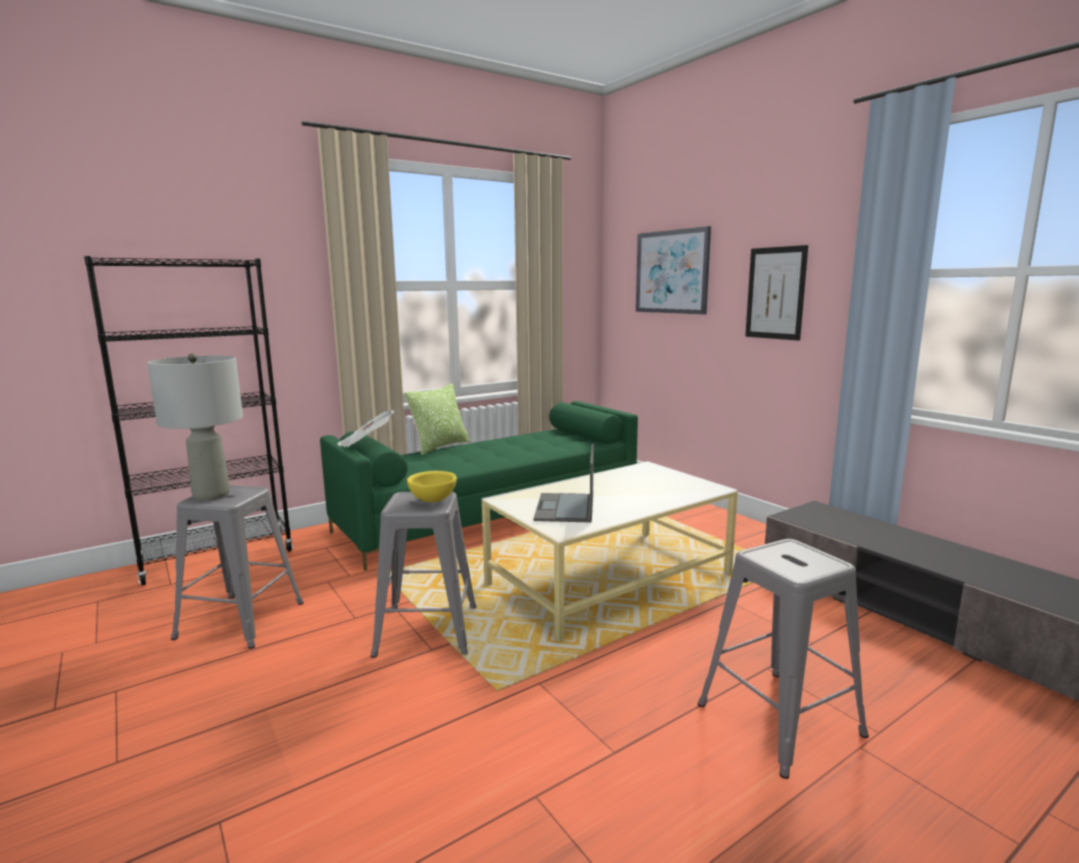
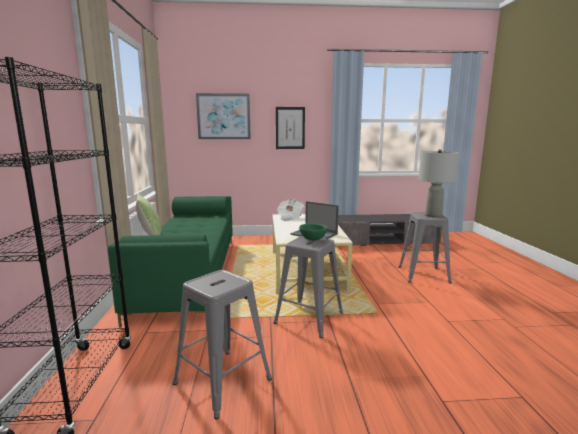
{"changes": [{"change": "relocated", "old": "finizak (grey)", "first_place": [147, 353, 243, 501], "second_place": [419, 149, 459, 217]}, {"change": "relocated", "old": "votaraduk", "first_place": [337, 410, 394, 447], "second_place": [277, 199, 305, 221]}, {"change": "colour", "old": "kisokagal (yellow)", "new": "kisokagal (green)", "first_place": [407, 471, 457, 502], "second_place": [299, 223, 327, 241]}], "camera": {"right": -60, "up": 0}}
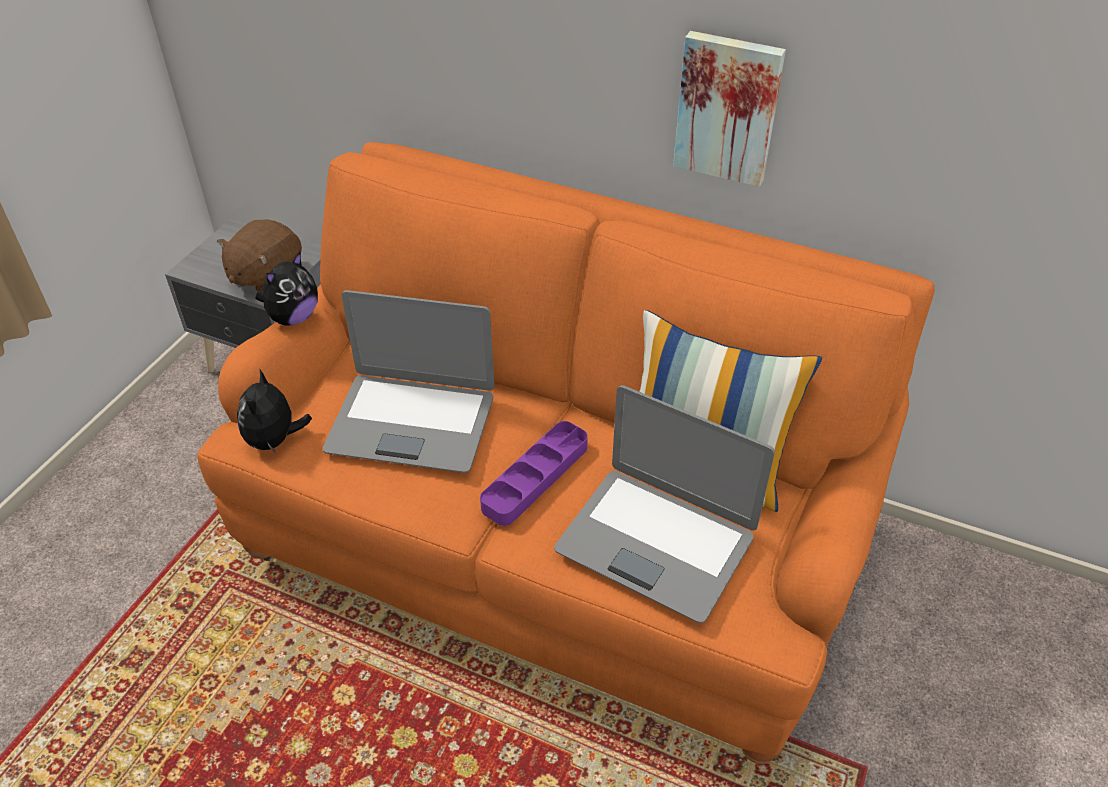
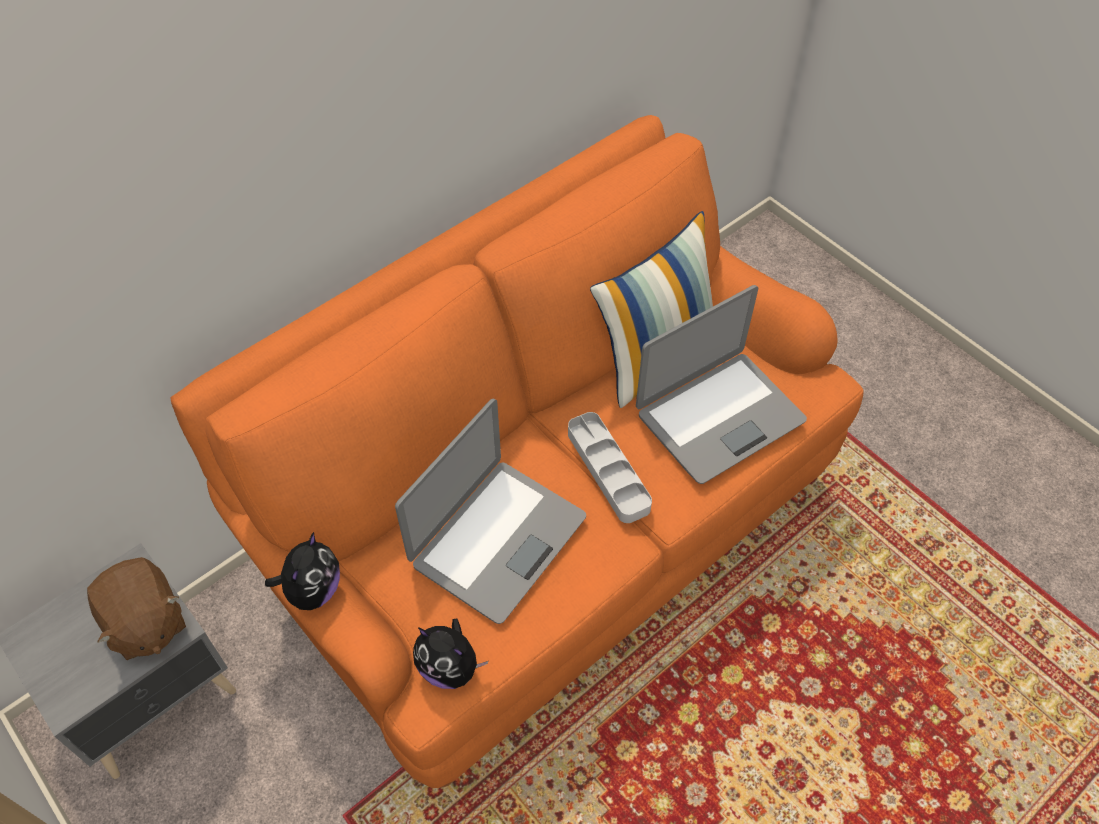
{"changes": [{"change": "spun", "old": "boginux", "first_place": [255, 252, 318, 325], "second_place": [265, 532, 340, 610], "degrees": 45}, {"change": "colour", "old": "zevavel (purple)", "new": "zevavel (grey)", "first_place": [480, 421, 588, 526], "second_place": [568, 412, 652, 523]}, {"change": "missing", "old": "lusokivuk", "first_place": [673, 31, 786, 187]}], "camera": {"right": -65, "up": 10}}
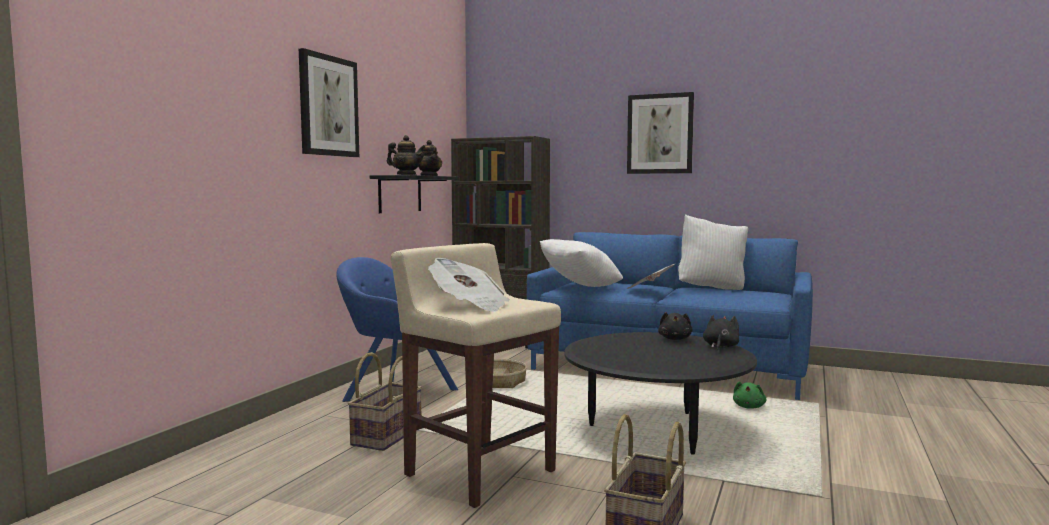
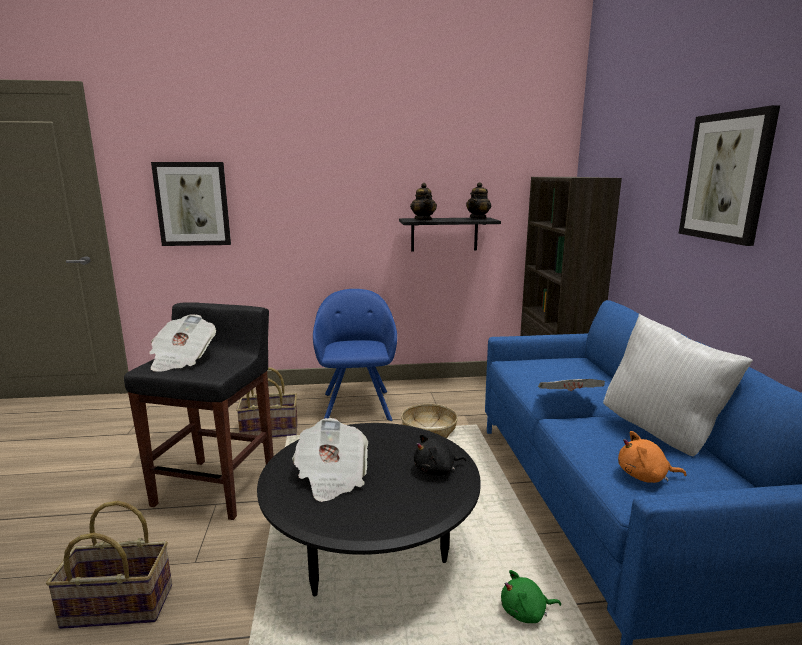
{"changes": [{"change": "relocated", "old": "lusokivuk", "first_place": [299, 48, 359, 157], "second_place": [151, 162, 231, 246]}, {"change": "colour", "old": "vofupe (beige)", "new": "vofupe (black)", "first_place": [391, 243, 561, 508], "second_place": [124, 302, 274, 520]}, {"change": "missing", "old": "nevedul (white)", "first_place": [540, 239, 623, 287]}, {"change": "missing", "old": "boginux (black)", "first_place": [703, 315, 739, 350]}, {"change": "appeared", "new": "votaraduk", "second_place": [292, 418, 368, 502]}, {"change": "appeared", "new": "boginux (orange)", "second_place": [618, 431, 687, 483]}], "camera": {"right": 60, "up": 10}}
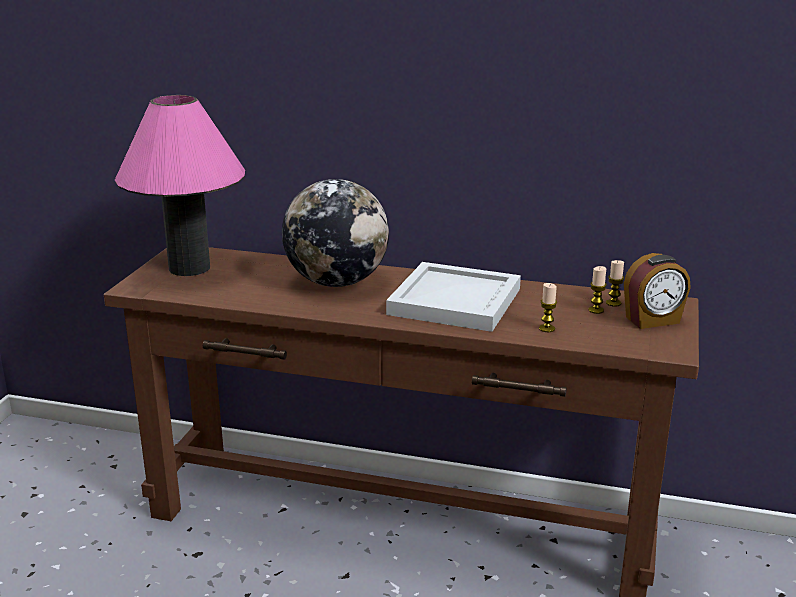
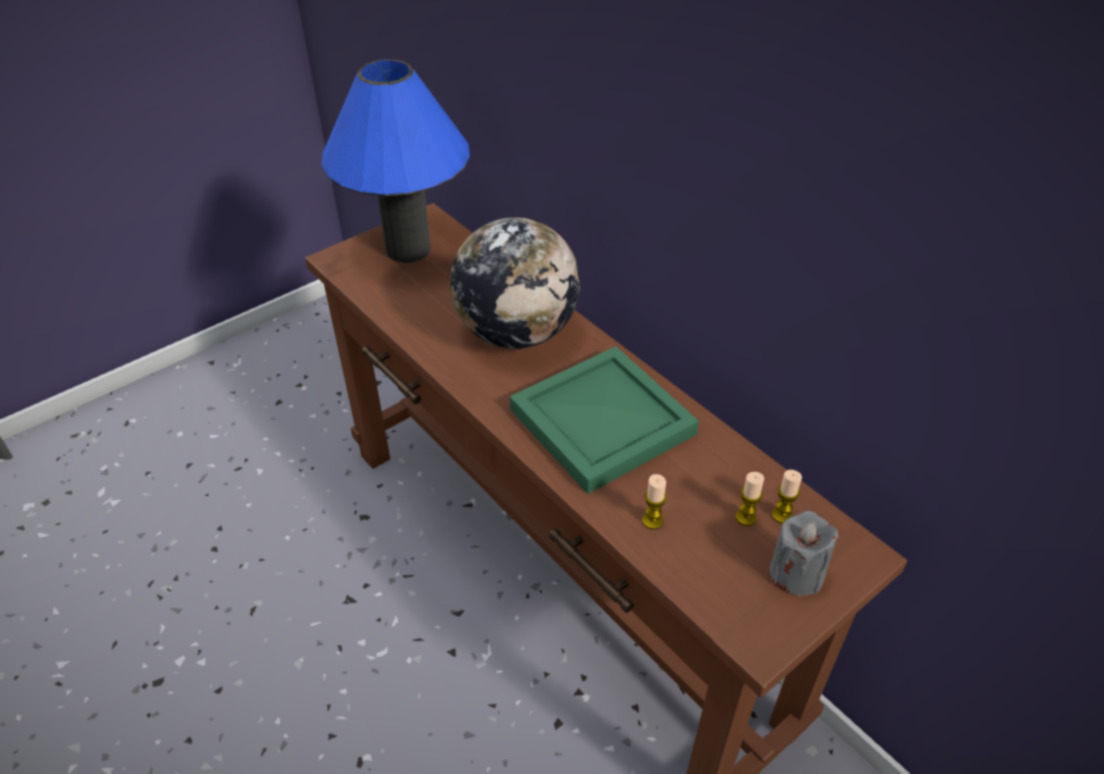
{"changes": [{"change": "colour", "old": "finizak (pink)", "new": "finizak (blue)", "first_place": [115, 95, 245, 276], "second_place": [322, 59, 470, 263]}, {"change": "colour", "old": "zevavel (white)", "new": "zevavel (green)", "first_place": [386, 262, 521, 332], "second_place": [510, 346, 699, 494]}, {"change": "exchanged", "old": "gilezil", "new": "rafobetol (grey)", "first_place": [624, 253, 691, 329], "second_place": [770, 511, 839, 596]}], "camera": {"right": 35, "up": 20}}
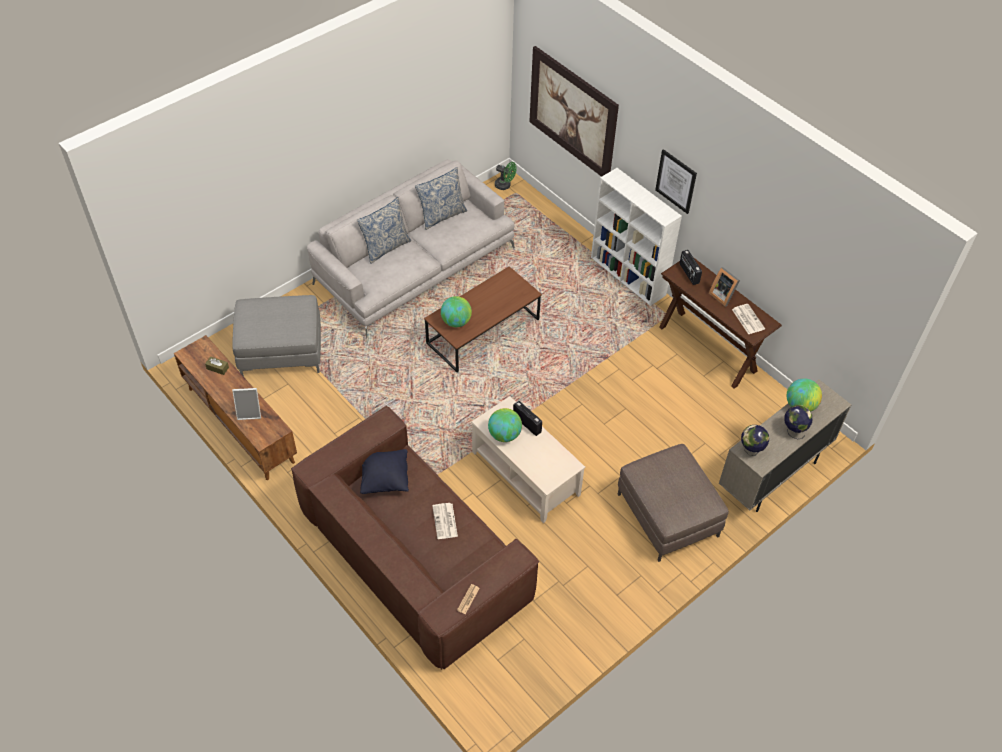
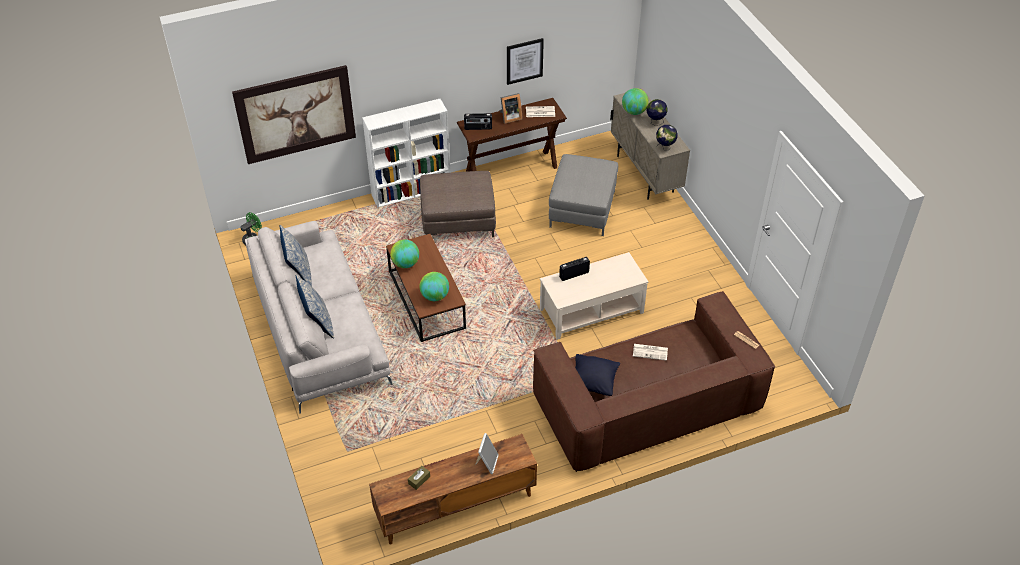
{"changes": [{"change": "relocated", "old": "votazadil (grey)", "first_place": [232, 295, 321, 377], "second_place": [549, 154, 618, 236]}, {"change": "relocated", "old": "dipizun", "first_place": [488, 408, 522, 442], "second_place": [390, 239, 419, 268]}, {"change": "relocated", "old": "votazadil (brown)", "first_place": [618, 444, 729, 562], "second_place": [420, 171, 496, 237]}, {"change": "relocated", "old": "lusokivuk", "first_place": [655, 149, 697, 214], "second_place": [507, 38, 544, 85]}], "camera": {"right": -70, "up": -5}}
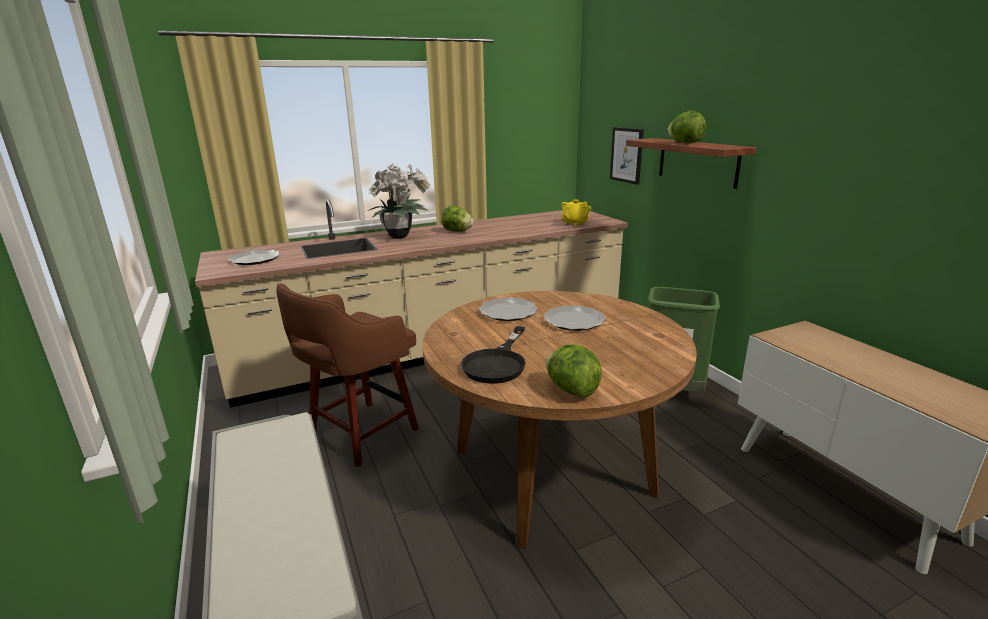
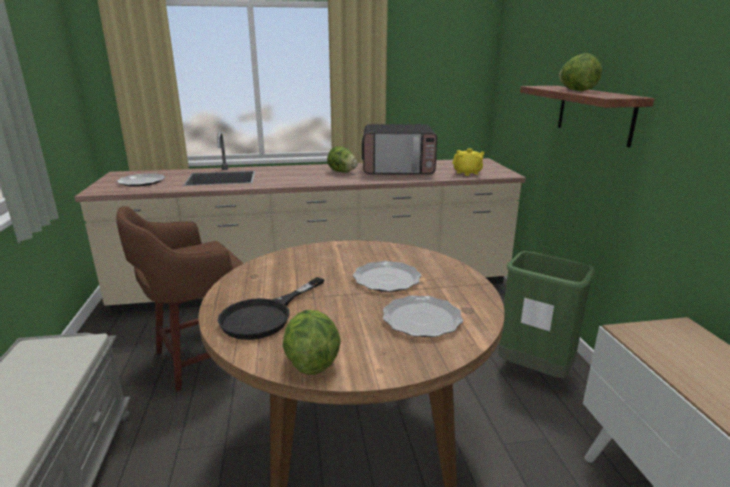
{"changes": [{"change": "missing", "old": "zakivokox", "first_place": [368, 164, 430, 239]}, {"change": "relocated", "old": "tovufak", "first_place": [479, 297, 538, 321], "second_place": [383, 296, 463, 337]}, {"change": "missing", "old": "lusokivuk", "first_place": [610, 127, 644, 185]}, {"change": "appeared", "new": "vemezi", "second_place": [362, 124, 437, 174]}], "camera": {"right": 15, "up": 0}}
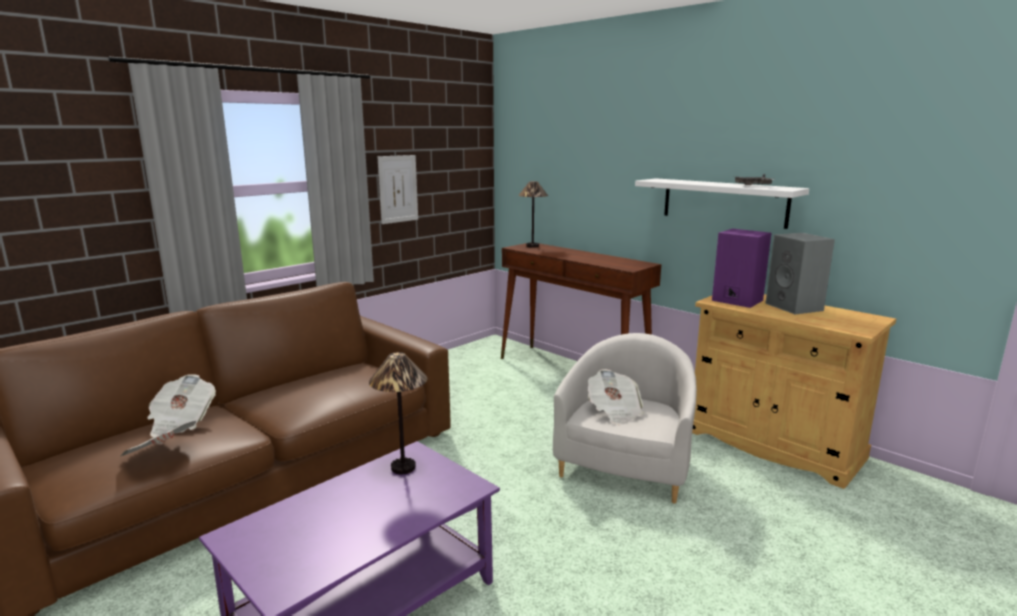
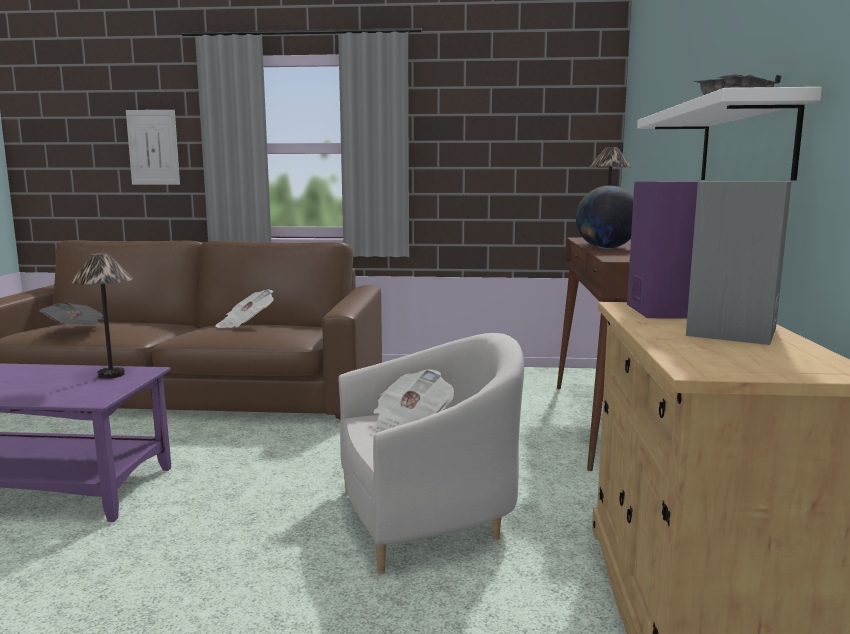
{"changes": [{"change": "relocated", "old": "votaraduk", "first_place": [147, 374, 216, 437], "second_place": [216, 289, 274, 328]}, {"change": "relocated", "old": "lusokivuk", "first_place": [377, 155, 418, 224], "second_place": [126, 110, 180, 185]}, {"change": "appeared", "new": "dipizun", "second_place": [576, 186, 634, 249]}], "camera": {"right": 50, "up": -5}}
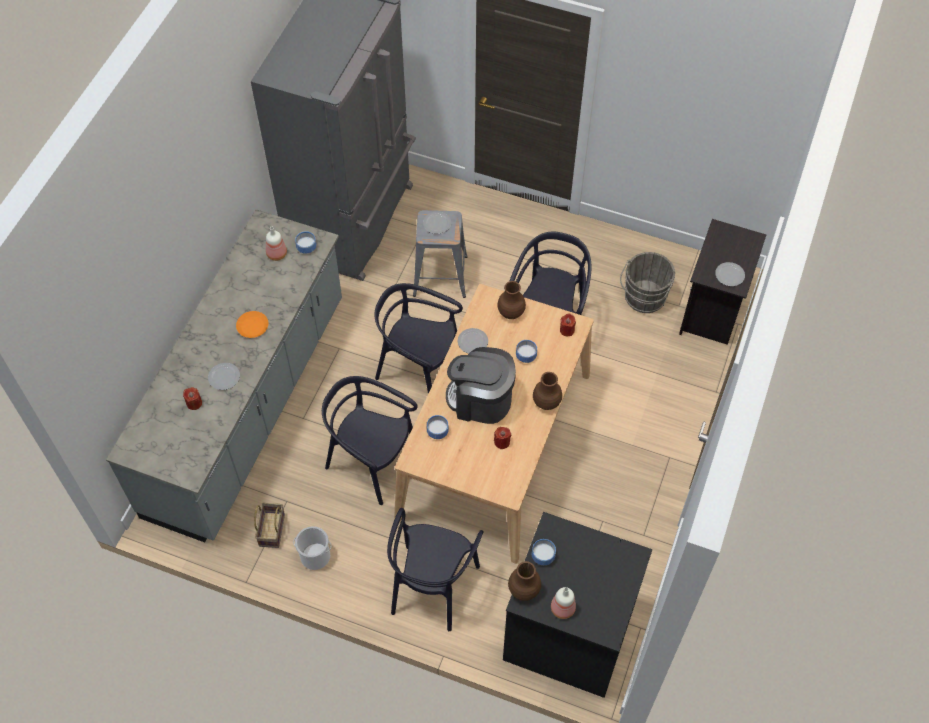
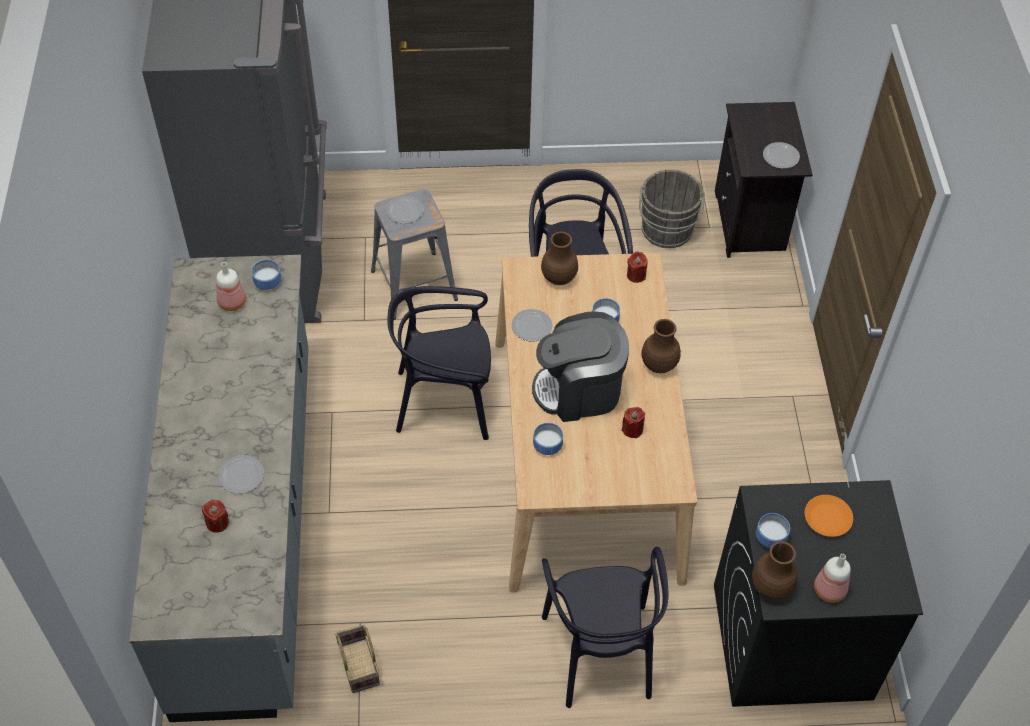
{"changes": [{"change": "relocated", "old": "tovufak (orange)", "first_place": [236, 311, 268, 338], "second_place": [805, 495, 853, 537]}, {"change": "missing", "old": "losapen", "first_place": [293, 526, 331, 570]}, {"change": "missing", "old": "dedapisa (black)", "first_place": [322, 376, 418, 505]}], "camera": {"right": -25, "up": -5}}
